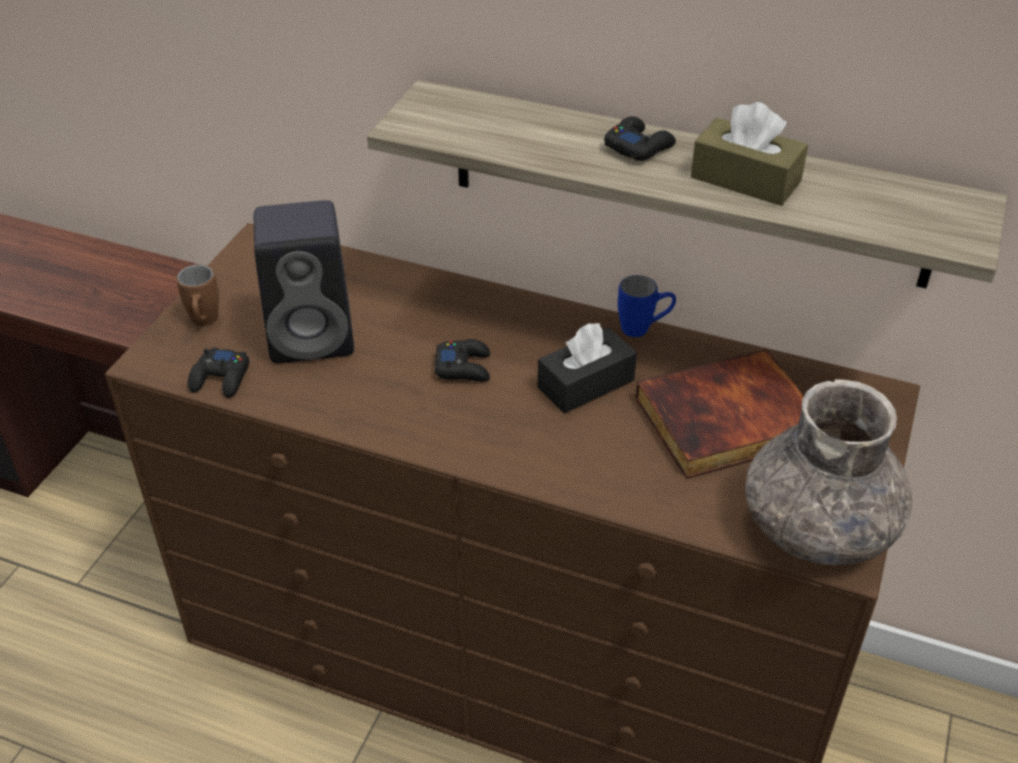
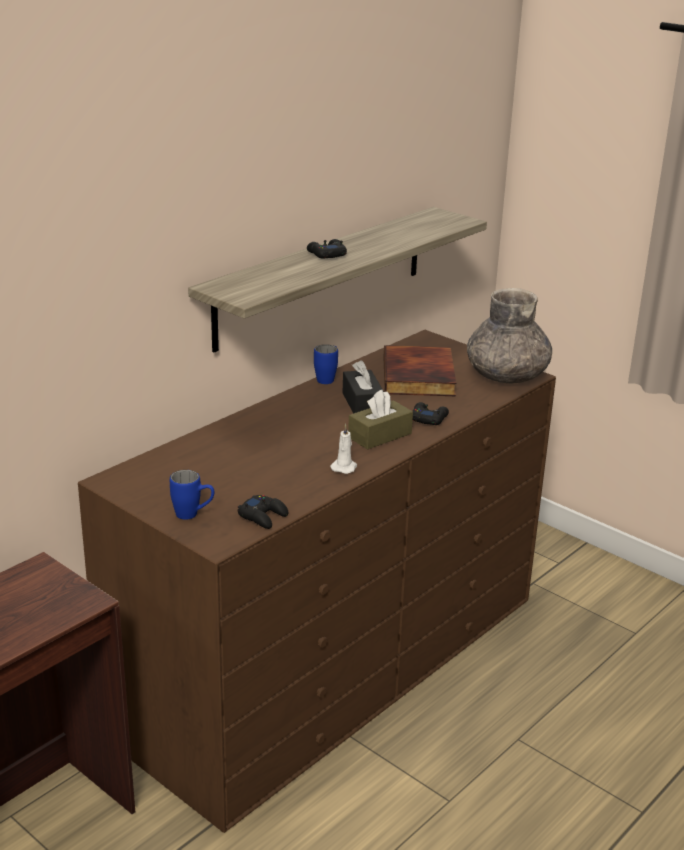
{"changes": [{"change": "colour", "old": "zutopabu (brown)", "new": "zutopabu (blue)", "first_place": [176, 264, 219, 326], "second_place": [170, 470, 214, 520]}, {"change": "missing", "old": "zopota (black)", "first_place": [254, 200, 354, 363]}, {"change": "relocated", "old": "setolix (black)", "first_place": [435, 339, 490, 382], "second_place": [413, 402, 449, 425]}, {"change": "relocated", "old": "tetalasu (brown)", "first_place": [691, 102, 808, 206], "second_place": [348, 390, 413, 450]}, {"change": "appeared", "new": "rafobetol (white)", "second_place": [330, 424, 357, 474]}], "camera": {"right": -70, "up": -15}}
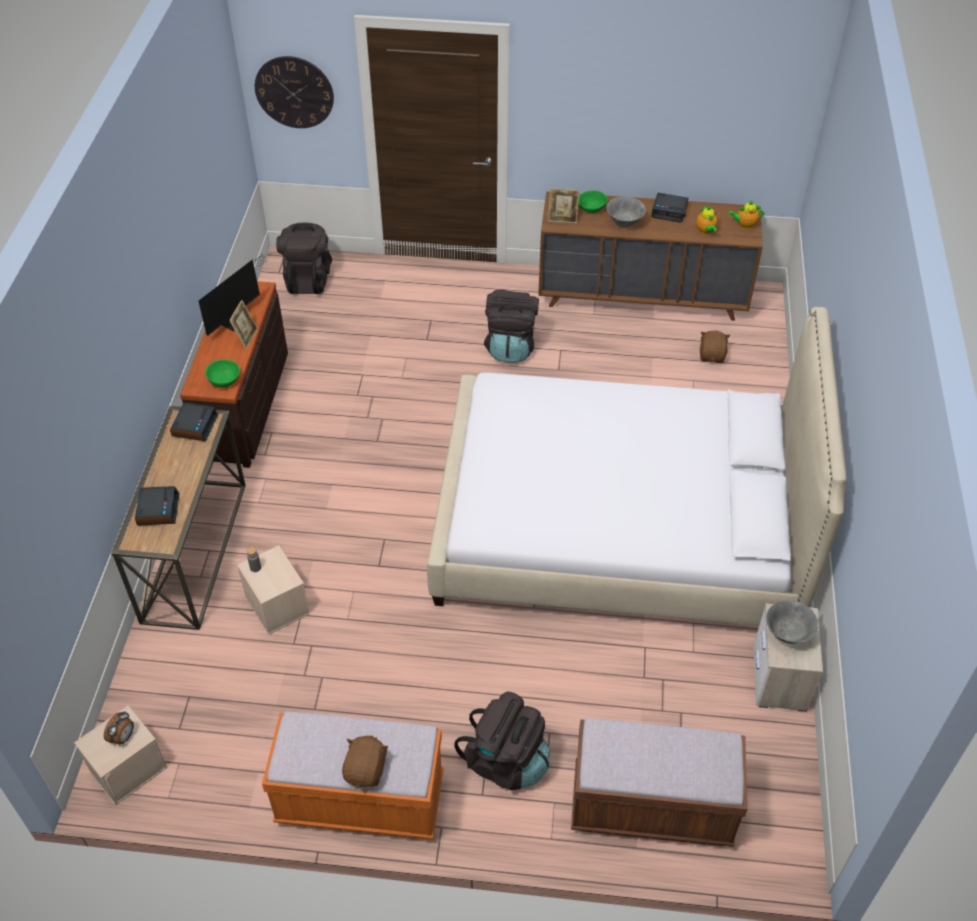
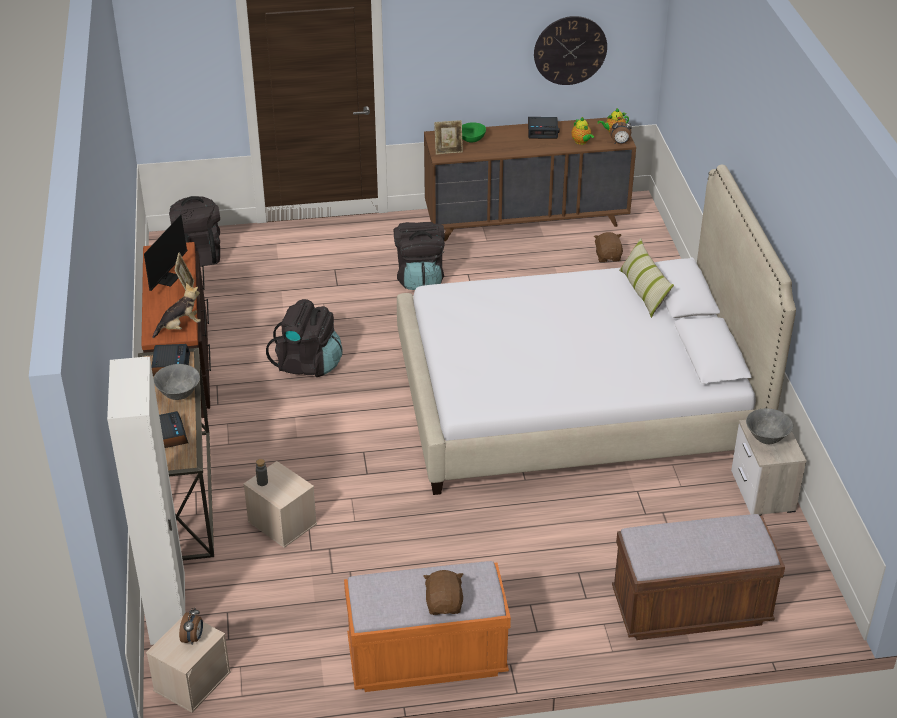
{"changes": [{"change": "exchanged", "old": "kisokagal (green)", "new": "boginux", "first_place": [205, 360, 240, 388], "second_place": [153, 283, 201, 338]}, {"change": "relocated", "old": "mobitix", "first_place": [255, 56, 334, 128], "second_place": [534, 16, 607, 85]}, {"change": "relocated", "old": "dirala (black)", "first_place": [454, 692, 550, 790], "second_place": [266, 299, 342, 377]}, {"change": "relocated", "old": "kisokagal (grey)", "first_place": [607, 196, 646, 227], "second_place": [153, 364, 200, 400]}, {"change": "appeared", "new": "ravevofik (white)", "second_place": [107, 357, 185, 645]}, {"change": "appeared", "new": "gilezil", "second_place": [610, 119, 632, 144]}, {"change": "appeared", "new": "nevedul", "second_place": [619, 238, 674, 318]}], "camera": {"right": -15, "up": -10}}
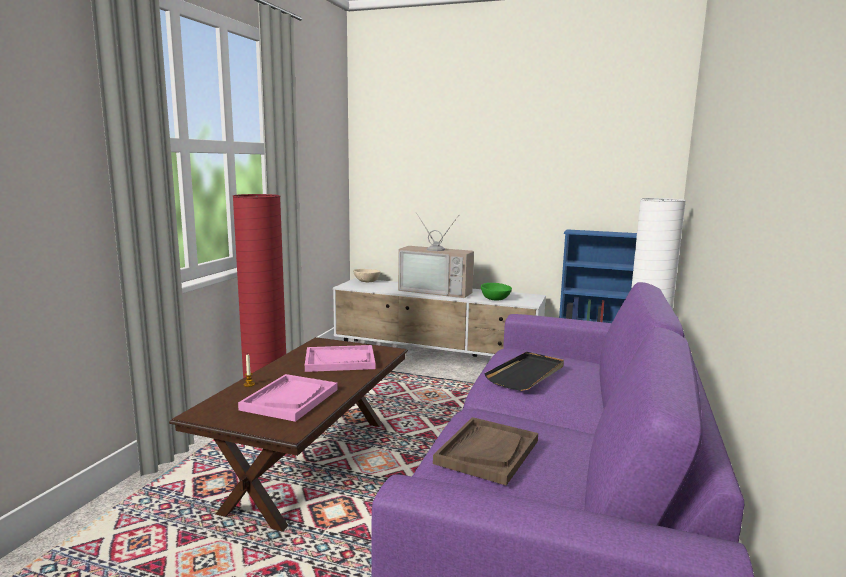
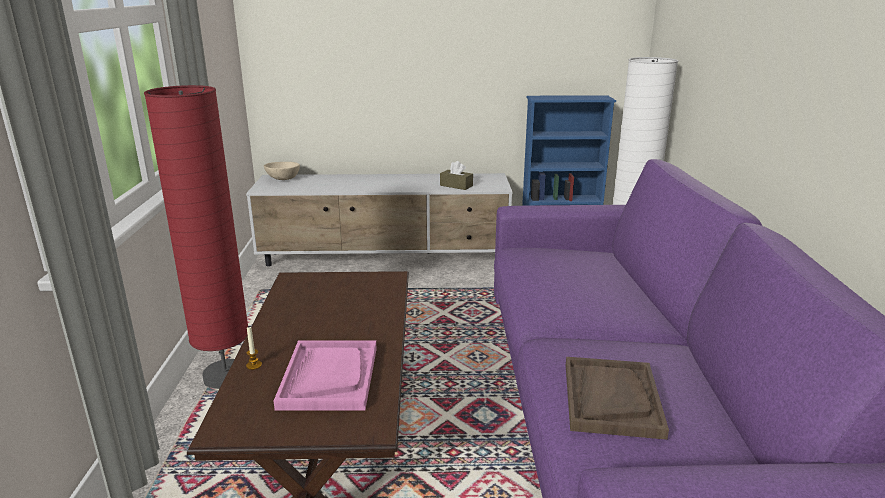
{"changes": [{"change": "missing", "old": "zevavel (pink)", "first_place": [305, 345, 375, 372]}, {"change": "missing", "old": "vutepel", "first_place": [398, 213, 474, 298]}, {"change": "exchanged", "old": "kisokagal (green)", "new": "tetalasu (brown)", "first_place": [481, 283, 512, 301], "second_place": [440, 161, 473, 190]}, {"change": "missing", "old": "zevavel (black)", "first_place": [484, 352, 564, 391]}], "camera": {"right": -20, "up": 10}}
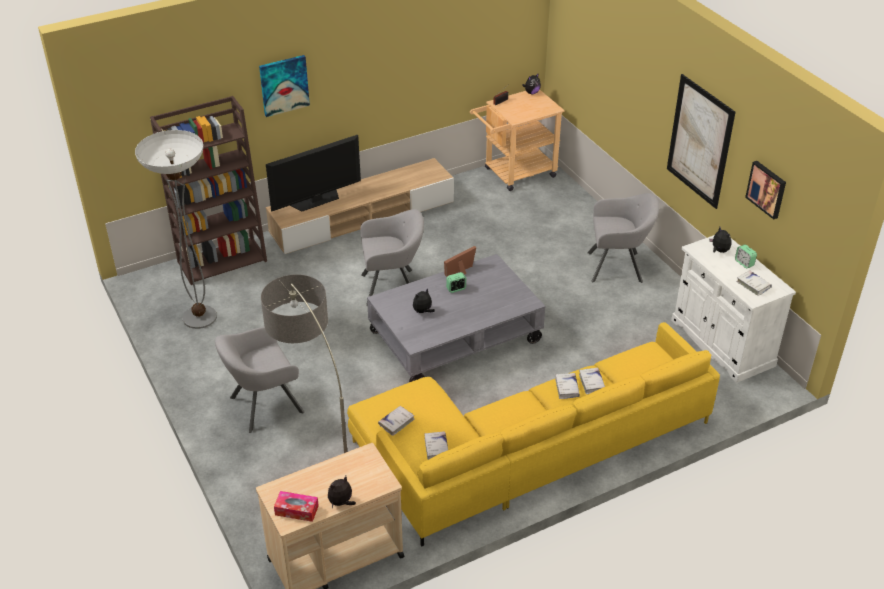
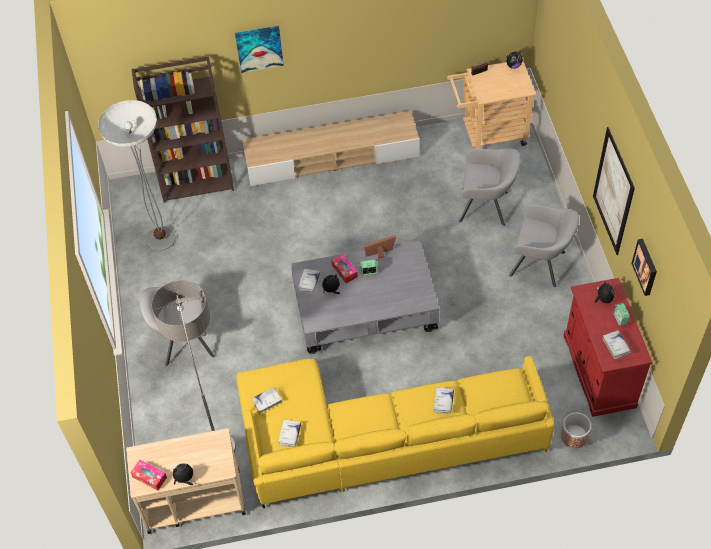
{"changes": [{"change": "missing", "old": "vutepel", "first_place": [266, 135, 361, 211]}, {"change": "relocated", "old": "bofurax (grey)", "first_place": [360, 209, 424, 306], "second_place": [459, 148, 520, 226]}, {"change": "relocated", "old": "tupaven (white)", "first_place": [555, 373, 580, 399], "second_place": [298, 268, 320, 292]}, {"change": "colour", "old": "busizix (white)", "new": "busizix (red)", "first_place": [671, 235, 796, 383], "second_place": [563, 278, 653, 417]}, {"change": "appeared", "new": "tetalasu", "second_place": [331, 254, 358, 283]}, {"change": "appeared", "new": "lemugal", "second_place": [561, 412, 591, 448]}], "camera": {"right": 20, "up": 15}}
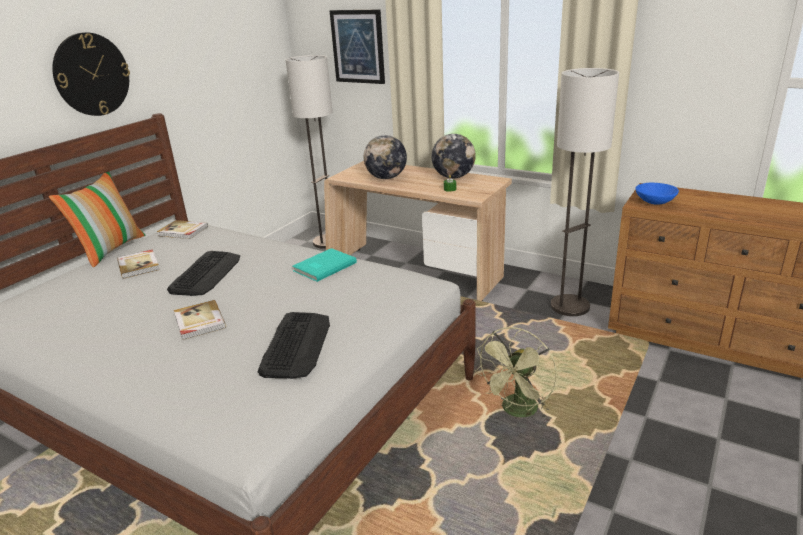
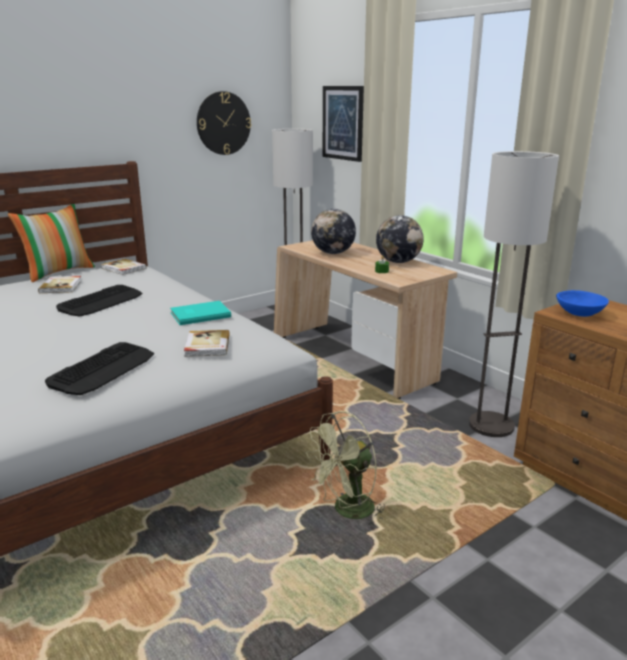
{"changes": [{"change": "relocated", "old": "mobitix", "first_place": [52, 32, 130, 116], "second_place": [197, 91, 251, 155]}, {"change": "relocated", "old": "tupaven", "first_place": [174, 300, 226, 340], "second_place": [184, 330, 230, 357]}], "camera": {"right": 20, "up": -5}}
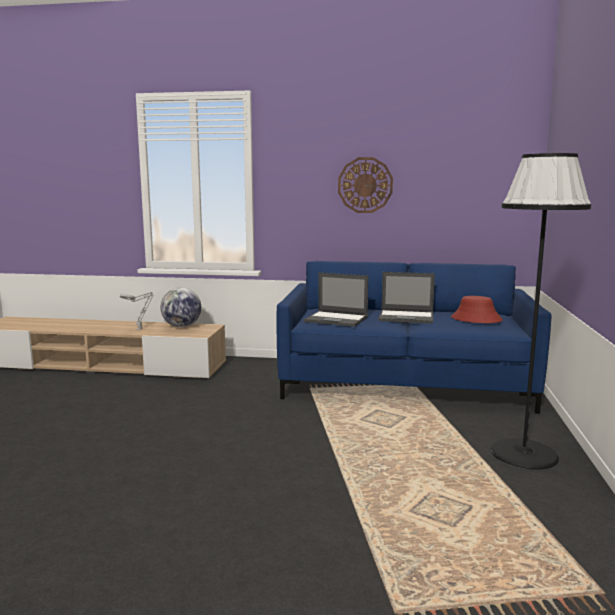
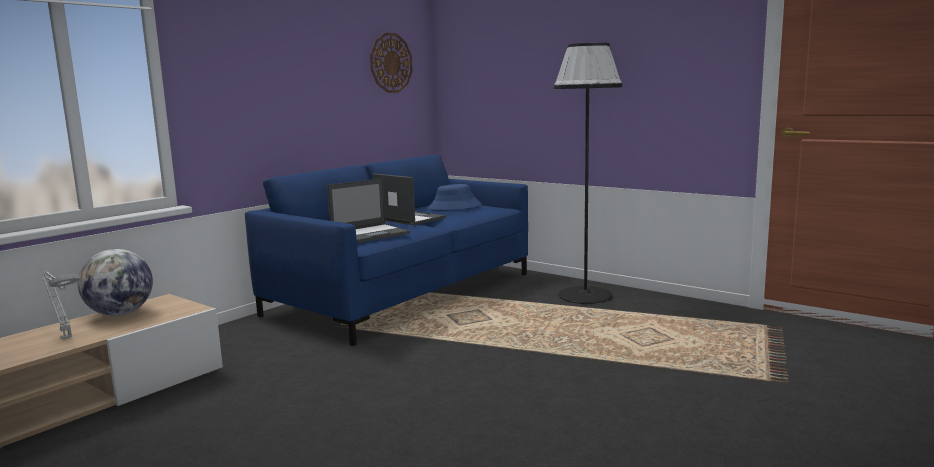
{"changes": [{"change": "relocated", "old": "mobitix", "first_place": [338, 157, 393, 213], "second_place": [370, 32, 413, 93]}, {"change": "spun", "old": "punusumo", "first_place": [378, 272, 435, 324], "second_place": [373, 173, 446, 225], "degrees": -90}, {"change": "colour", "old": "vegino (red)", "new": "vegino (blue)", "first_place": [451, 296, 503, 323], "second_place": [428, 184, 481, 210]}], "camera": {"right": -60, "up": 0}}
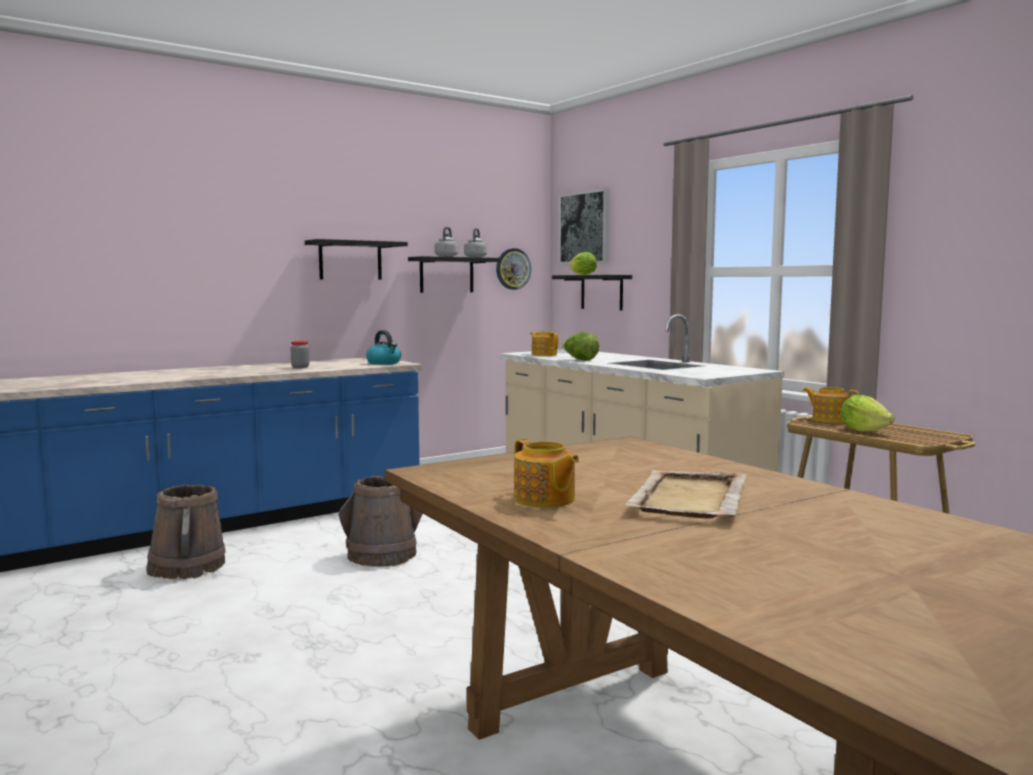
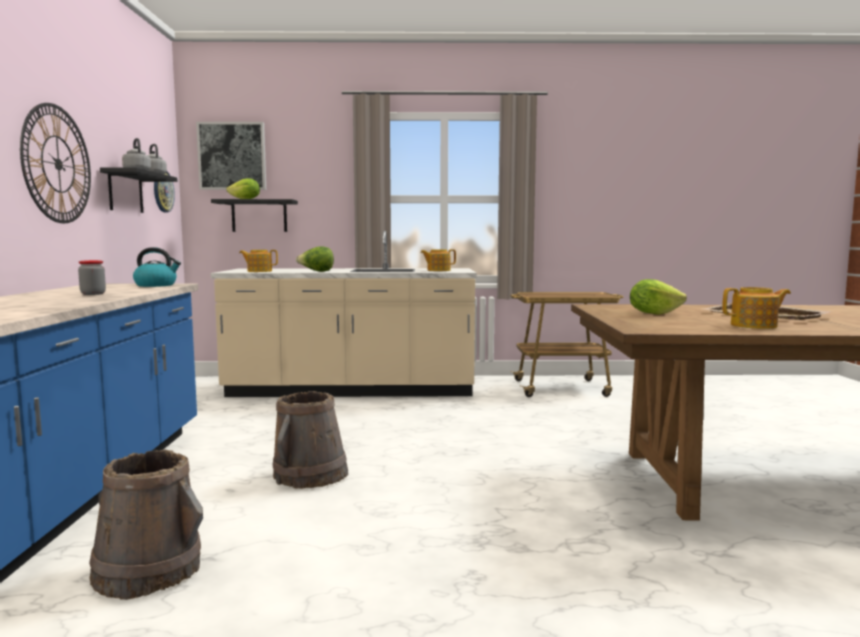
{"changes": [{"change": "exchanged", "old": "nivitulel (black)", "new": "mobitix", "first_place": [305, 239, 408, 280], "second_place": [20, 103, 91, 223]}, {"change": "relocated", "old": "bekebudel", "first_place": [803, 387, 859, 423], "second_place": [420, 249, 456, 271]}, {"change": "relocated", "old": "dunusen", "first_place": [840, 395, 895, 432], "second_place": [630, 279, 687, 315]}], "camera": {"right": -55, "up": 0}}
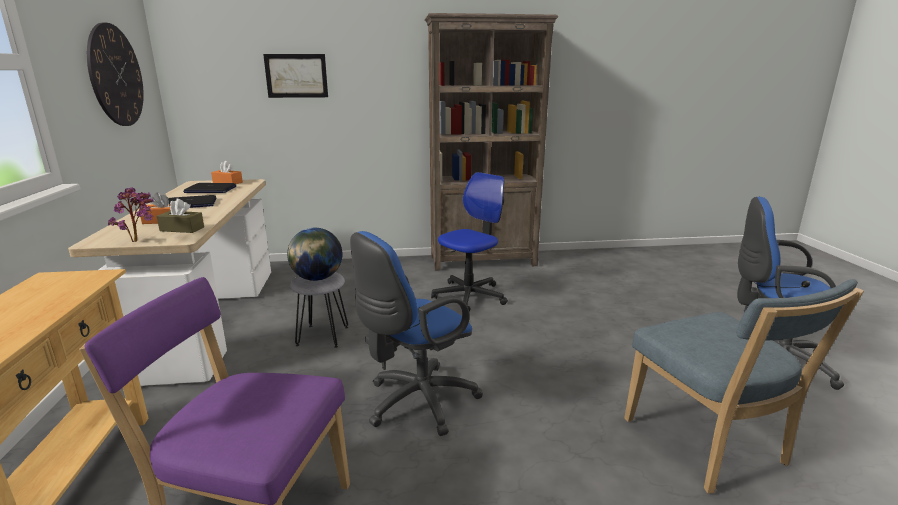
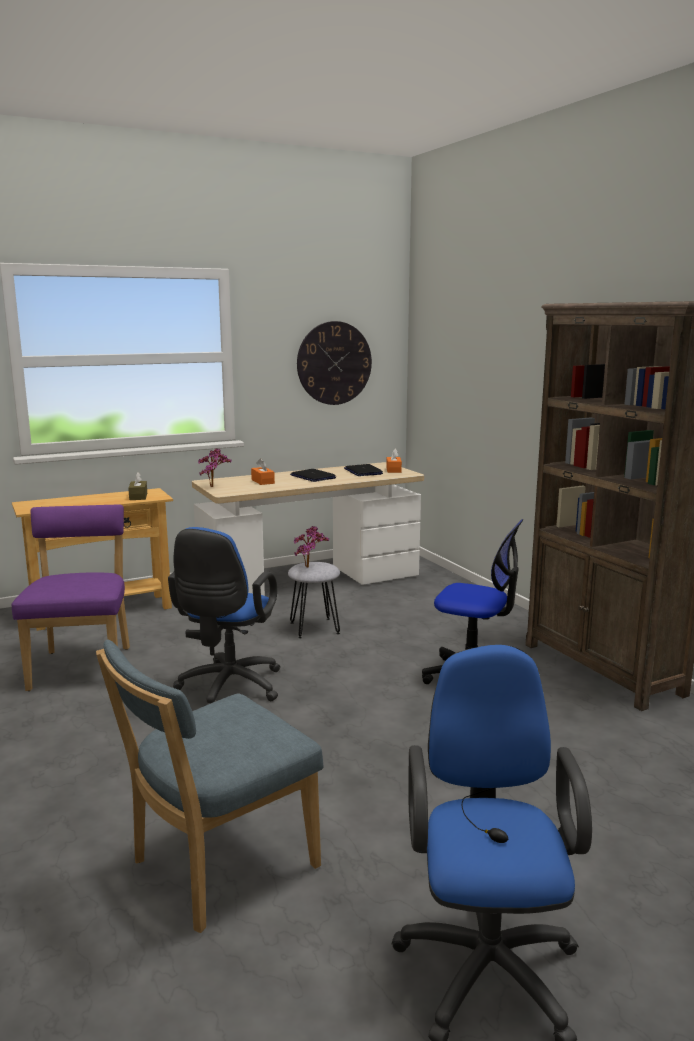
{"changes": [{"change": "relocated", "old": "tetalasu (brown)", "first_place": [157, 199, 204, 233], "second_place": [128, 472, 147, 500]}, {"change": "missing", "old": "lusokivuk", "first_place": [263, 54, 328, 98]}, {"change": "exchanged", "old": "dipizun", "new": "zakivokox", "first_place": [287, 228, 342, 281], "second_place": [294, 526, 329, 568]}, {"change": "spun", "old": "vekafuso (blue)", "first_place": [350, 231, 483, 436], "second_place": [168, 527, 280, 706], "degrees": -105}], "camera": {"right": 70, "up": -5}}
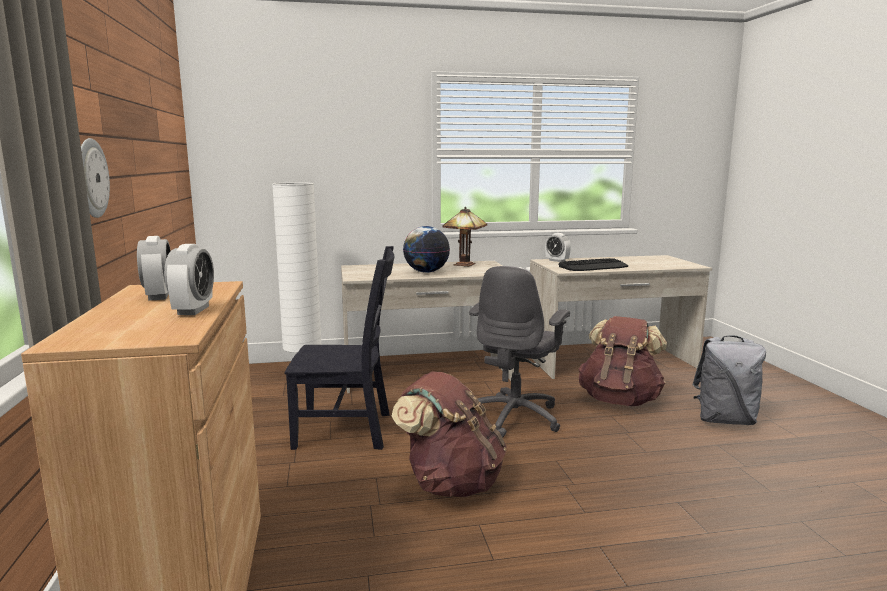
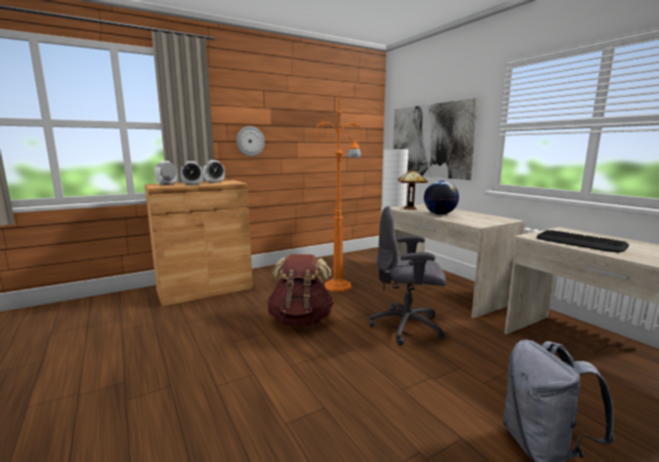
{"changes": [{"change": "exchanged", "old": "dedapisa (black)", "new": "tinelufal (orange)", "first_place": [285, 246, 394, 450], "second_place": [314, 101, 362, 292]}, {"change": "relocated", "old": "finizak", "first_place": [443, 207, 487, 266], "second_place": [398, 167, 428, 210]}, {"change": "relocated", "old": "gilezil", "first_place": [545, 233, 571, 262], "second_place": [155, 161, 177, 185]}, {"change": "missing", "old": "dirala (brown)", "first_place": [578, 316, 667, 406]}, {"change": "appeared", "new": "lusokivuk", "second_place": [393, 98, 478, 180]}], "camera": {"right": 70, "up": 0}}
